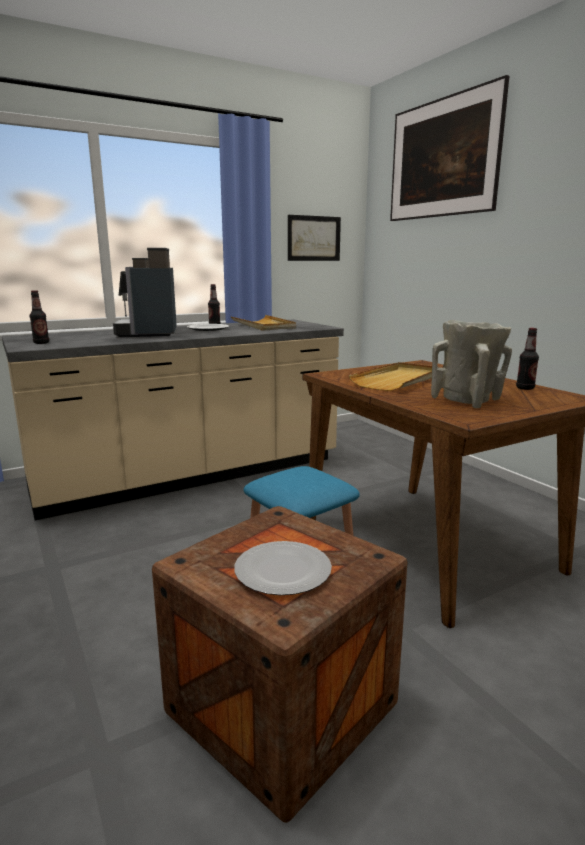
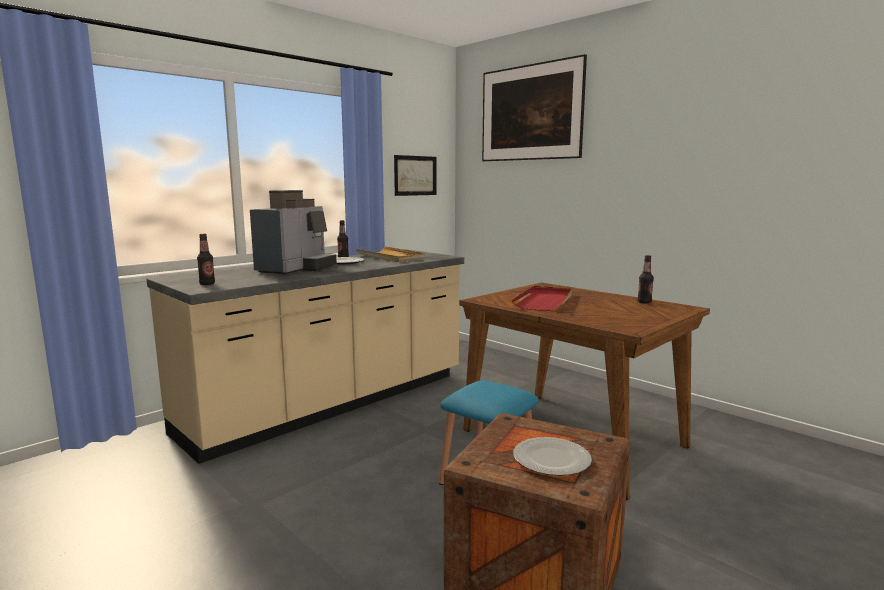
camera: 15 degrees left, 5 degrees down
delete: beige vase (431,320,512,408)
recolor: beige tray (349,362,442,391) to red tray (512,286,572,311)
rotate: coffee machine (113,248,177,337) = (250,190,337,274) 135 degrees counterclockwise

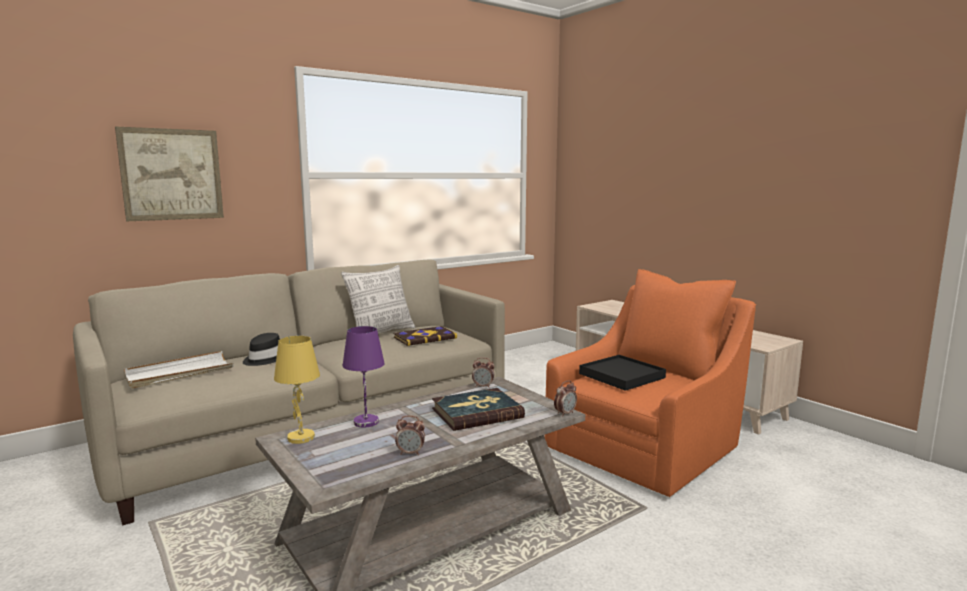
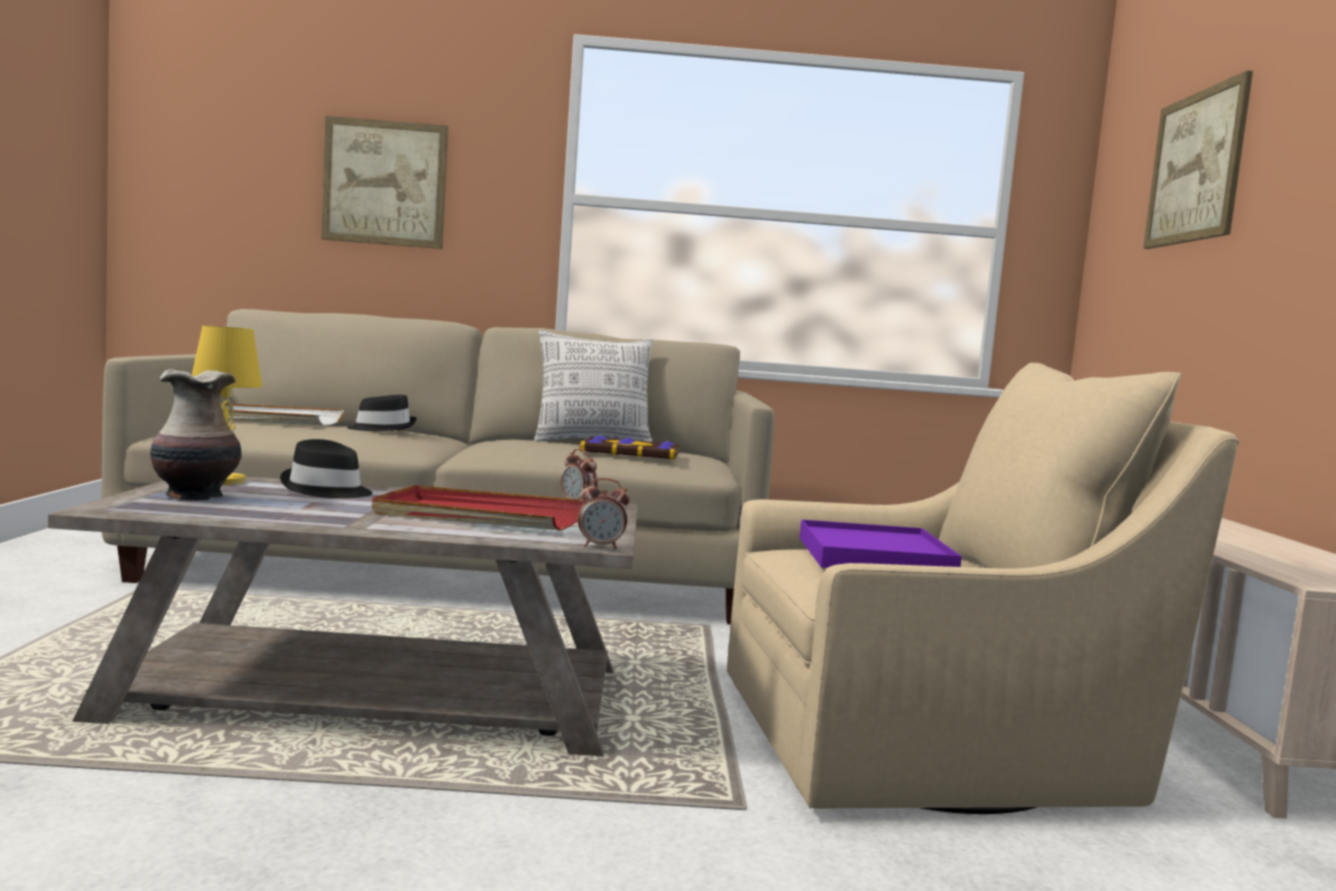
camera: 35 degrees right, 5 degrees down
delete: alarm clock (395,415,425,455)
insert: picture (1143,71,1253,249); vase (150,369,242,500)
replace: purple table lamp (342,326,385,427) to black hat (280,439,373,498); book (432,388,525,431) to red tray (372,485,584,531)
recolor: orange armchair (545,269,756,497) to beige armchair (727,363,1239,814); black tray (579,355,666,391) to purple tray (800,520,962,568)

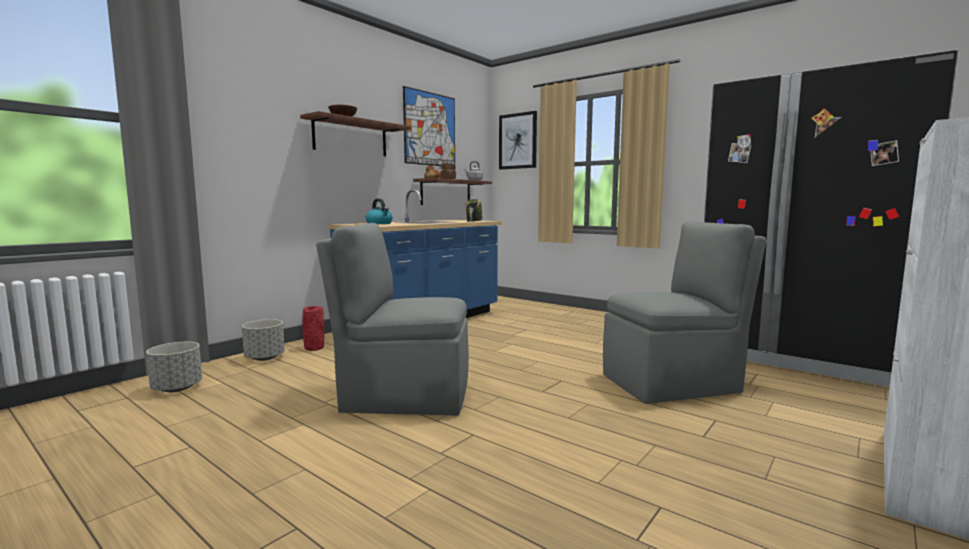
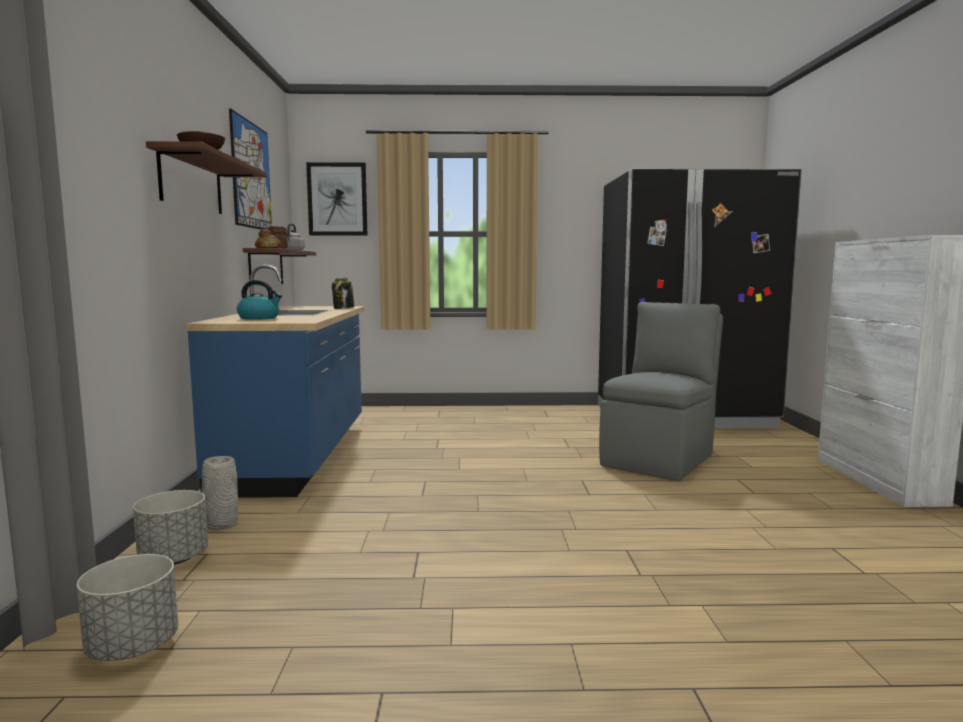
camera: 40 degrees left, 0 degrees up
delete: grey chair (316,223,469,416)
recolor: red vase (302,306,324,351) to grey vase (202,456,238,530)

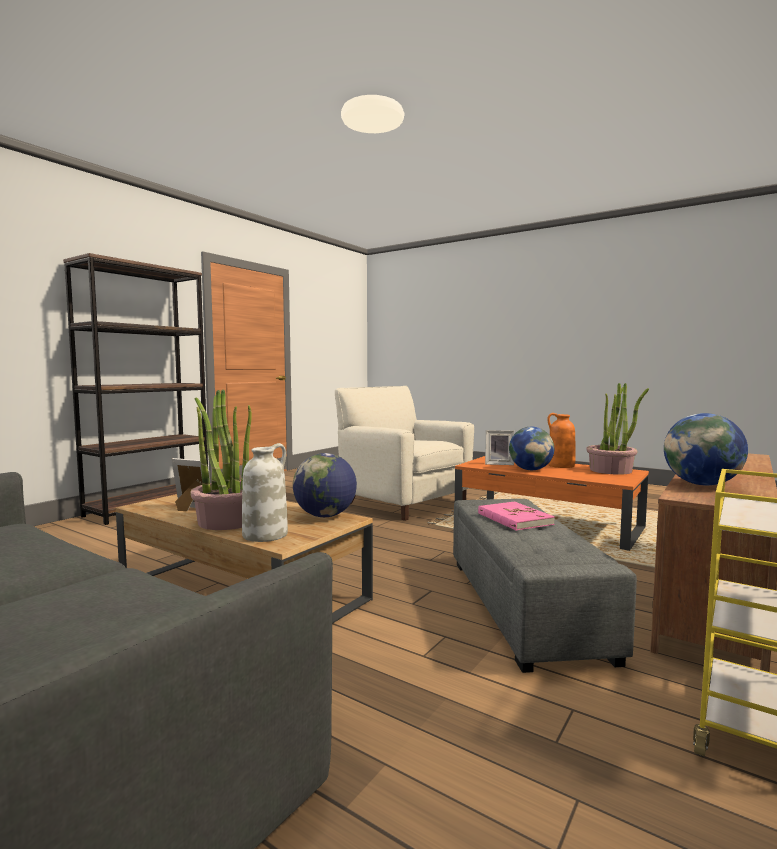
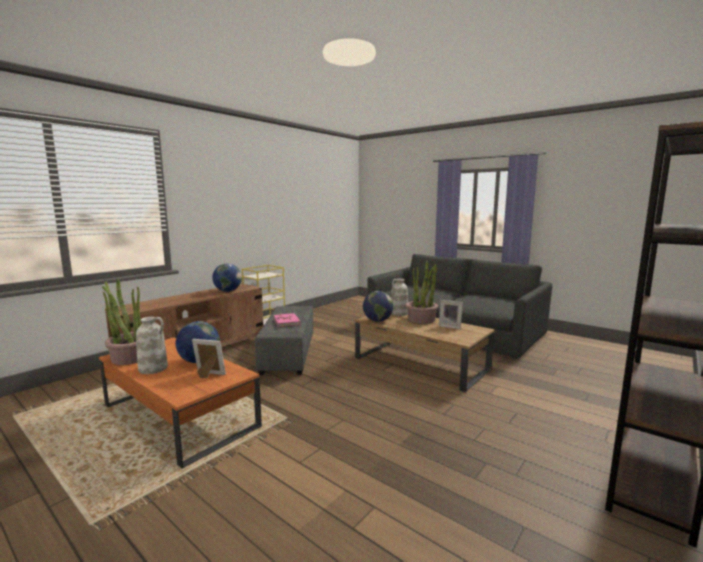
camera: 175 degrees left, 5 degrees up
delete: beige armchair (335,386,474,521)
recolor: orange vase (547,413,576,468) to white vase (136,317,168,374)

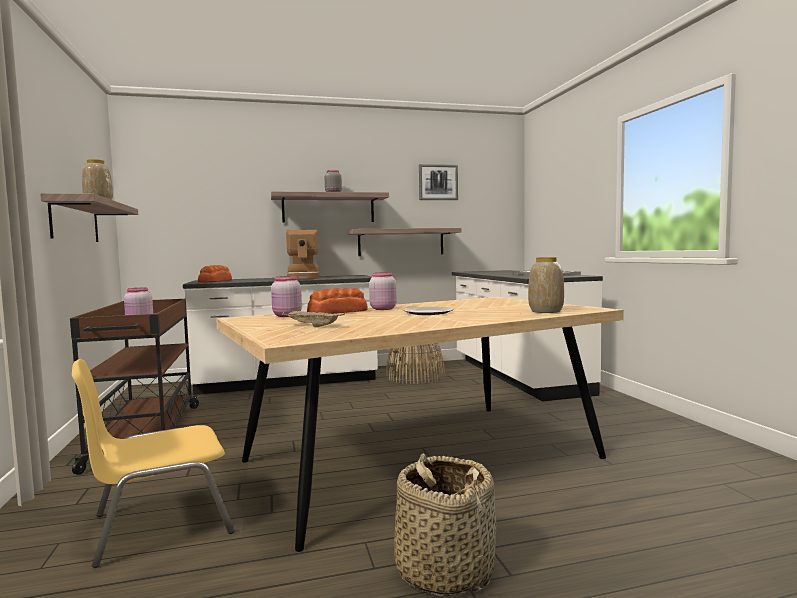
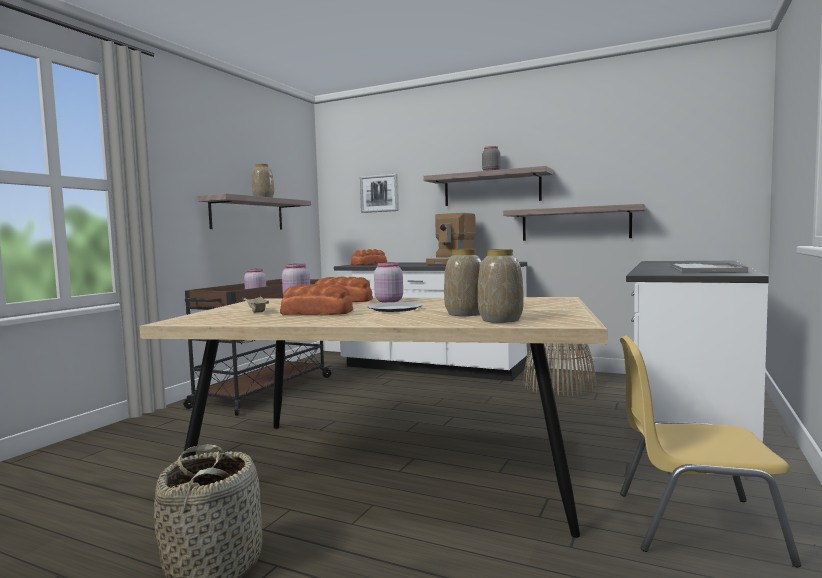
camera: 40 degrees right, 0 degrees up
insert: vase (444,249,482,316); bread (280,284,353,315)
move: picture (419,164,458,200) to (360,174,399,213); yellow chair (72,359,234,568) to (620,336,801,567)

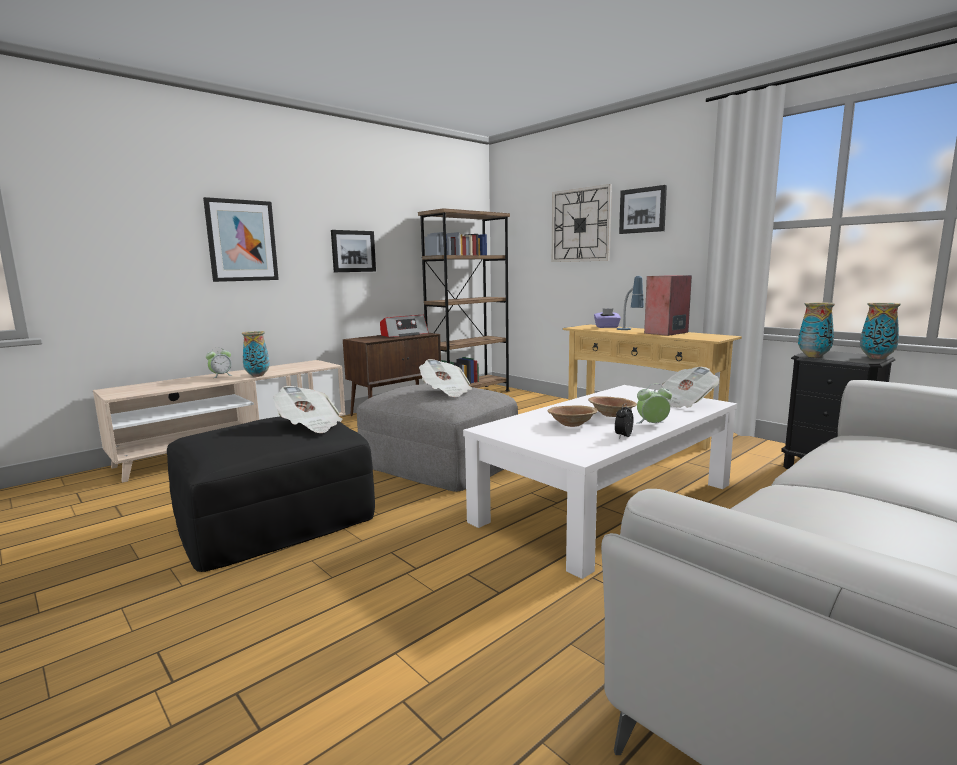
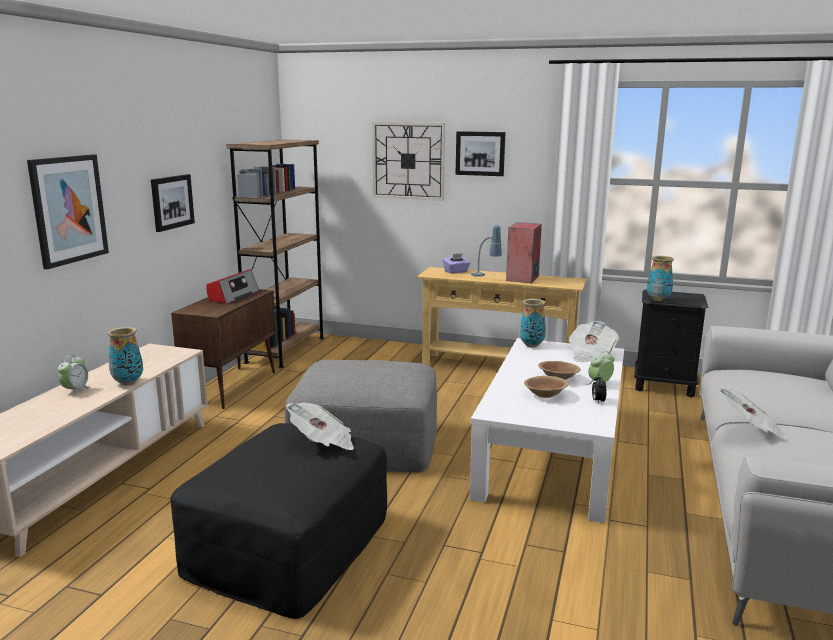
camera: 30 degrees left, 5 degrees up
move: vase (860,302,901,359) to (519,299,546,348); newspaper (419,359,472,397) to (718,388,788,439)

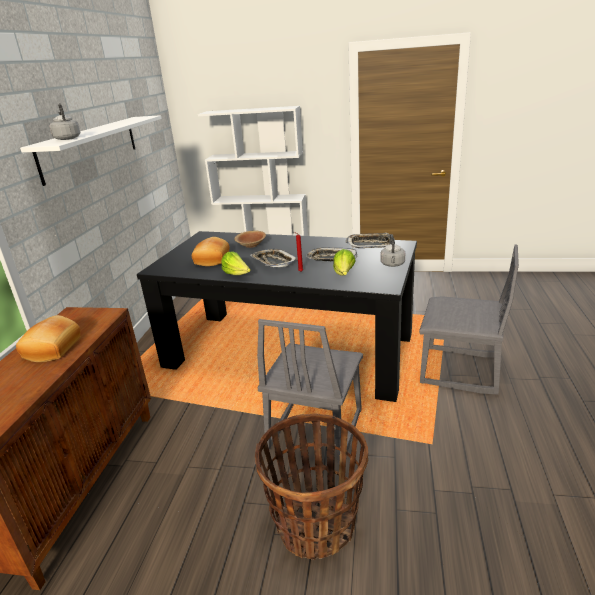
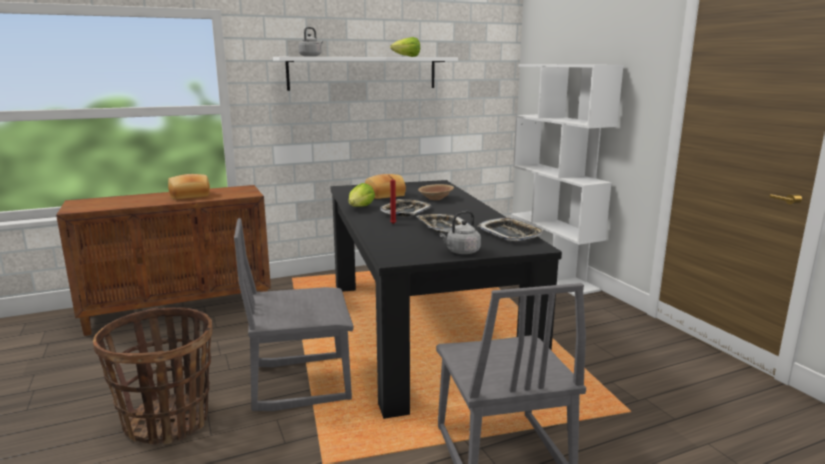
camera: 55 degrees right, 10 degrees down
move: lettuce (333,249,356,275) to (390,37,420,57)

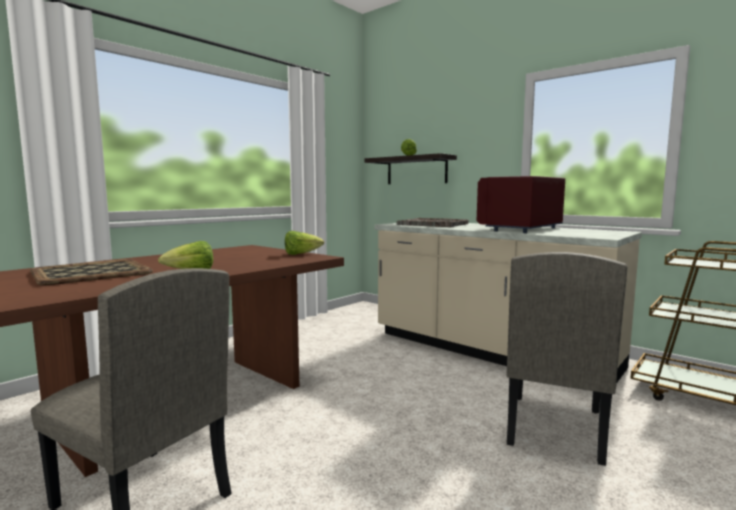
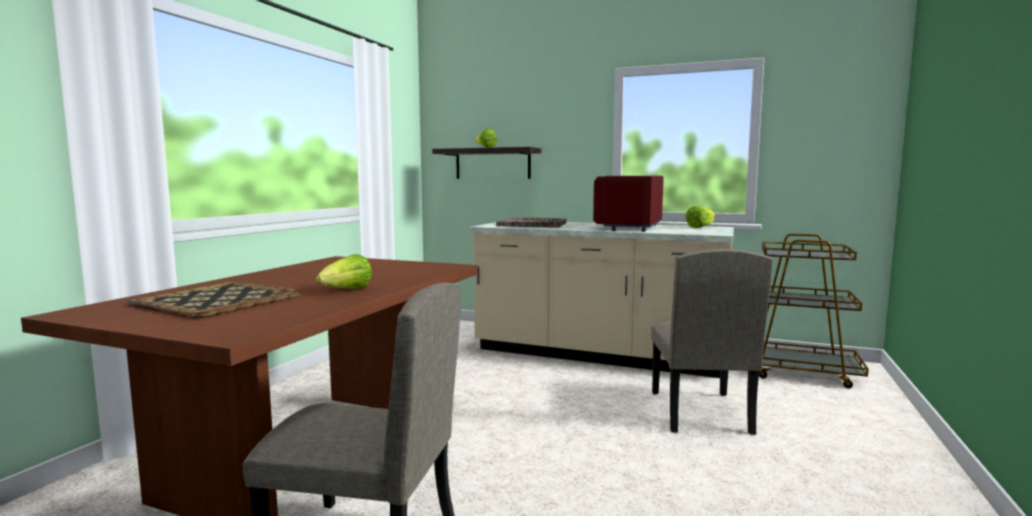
camera: 20 degrees left, 0 degrees up
move: lettuce (285,231,324,255) to (685,206,715,228)

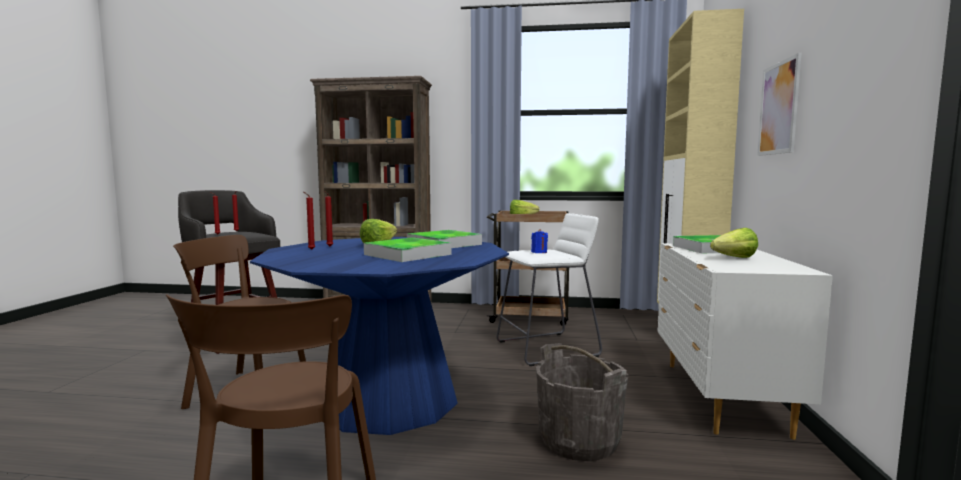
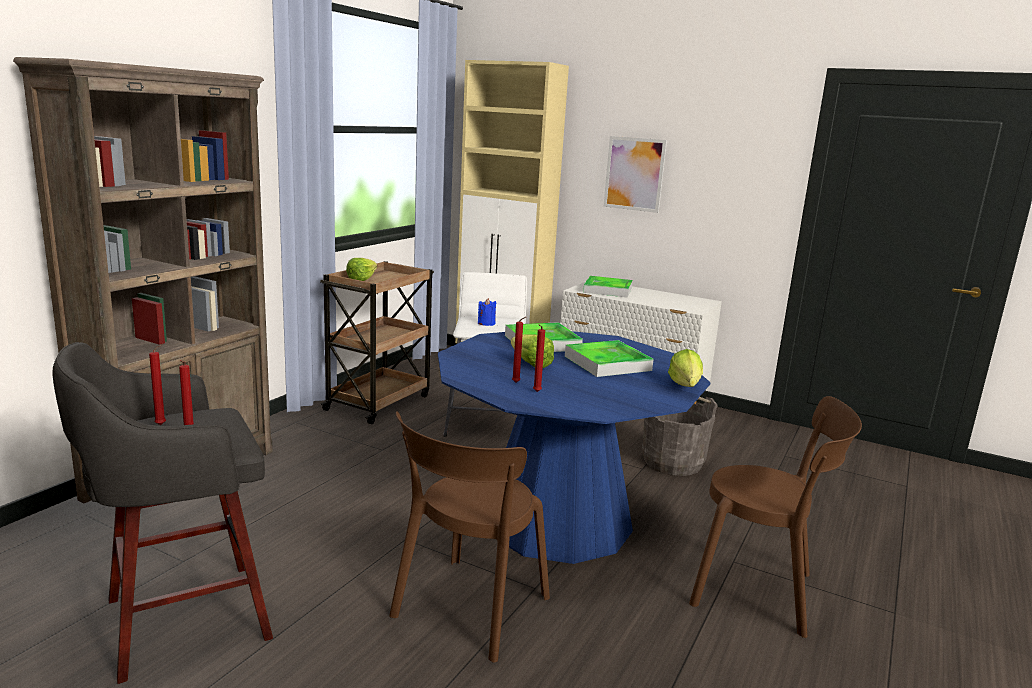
camera: 70 degrees left, 10 degrees up
move: lettuce (710,228,758,258) to (668,349,703,387)

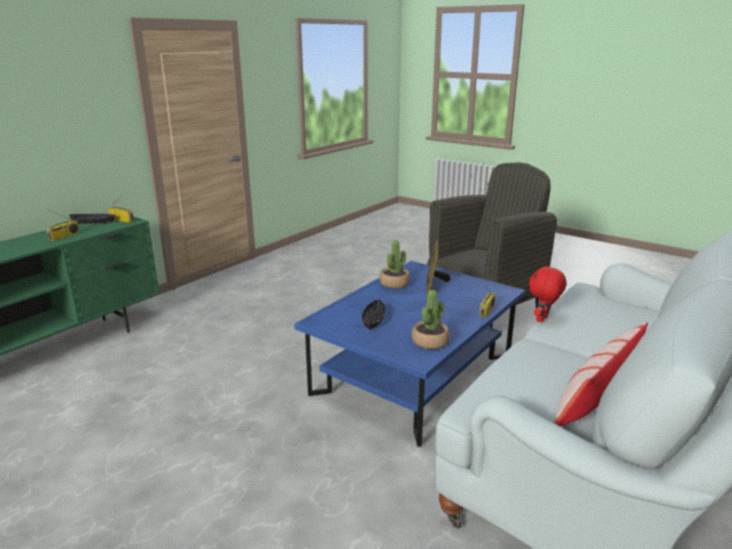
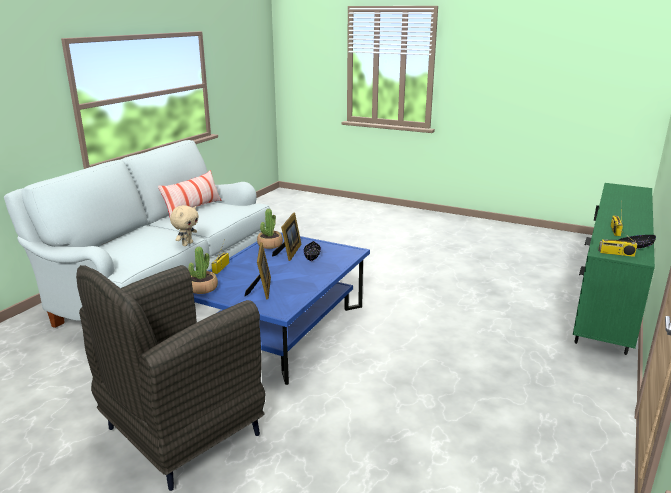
camera: 170 degrees right, 0 degrees up
insert: picture frame (272,213,302,261)
move: potted plant (380,240,410,289) to (188,247,218,294)
recolor: red plush toy (529,265,567,322) to beige plush toy (170,205,199,246)

